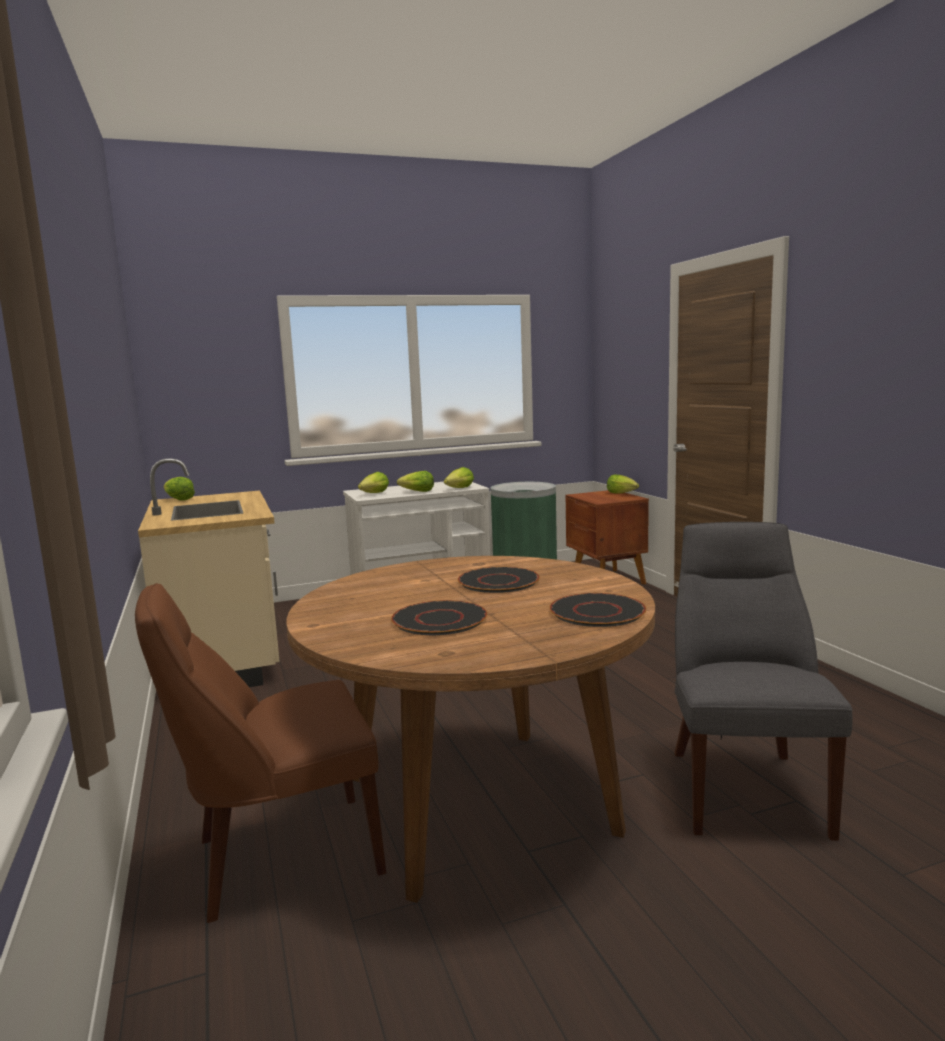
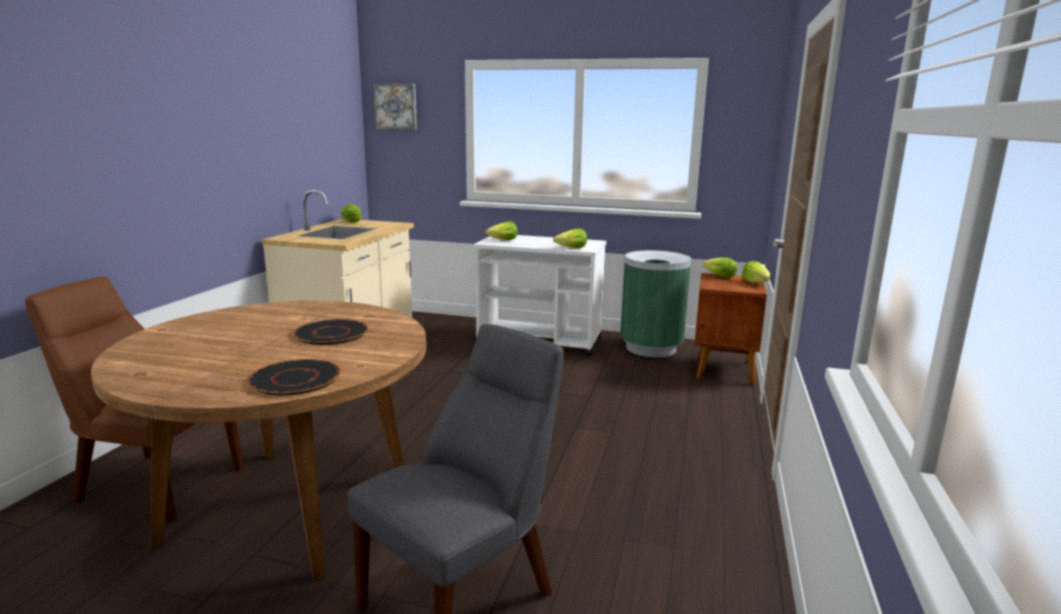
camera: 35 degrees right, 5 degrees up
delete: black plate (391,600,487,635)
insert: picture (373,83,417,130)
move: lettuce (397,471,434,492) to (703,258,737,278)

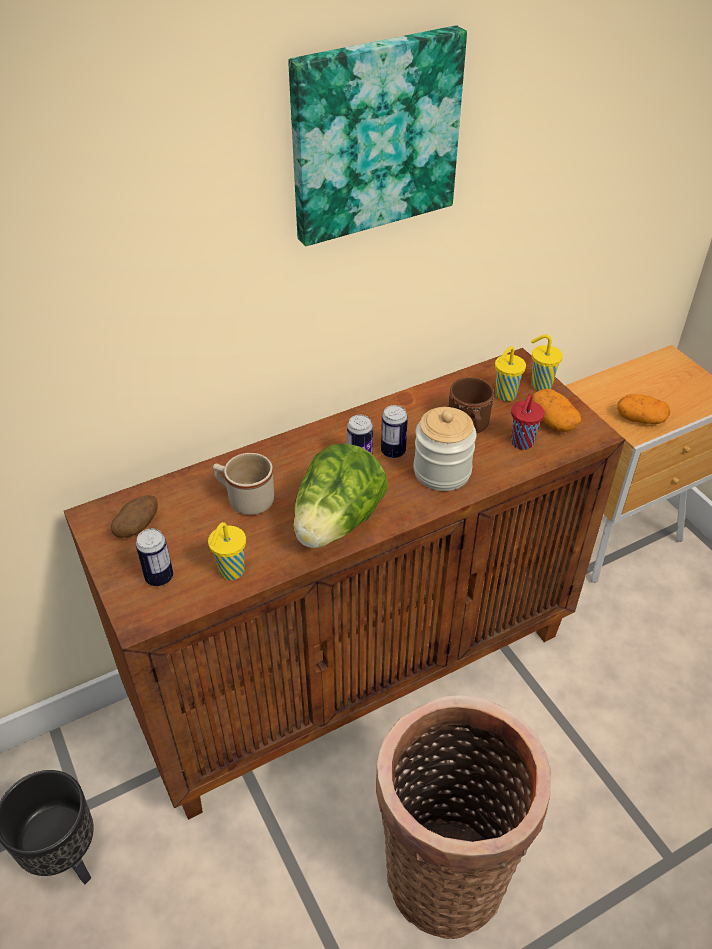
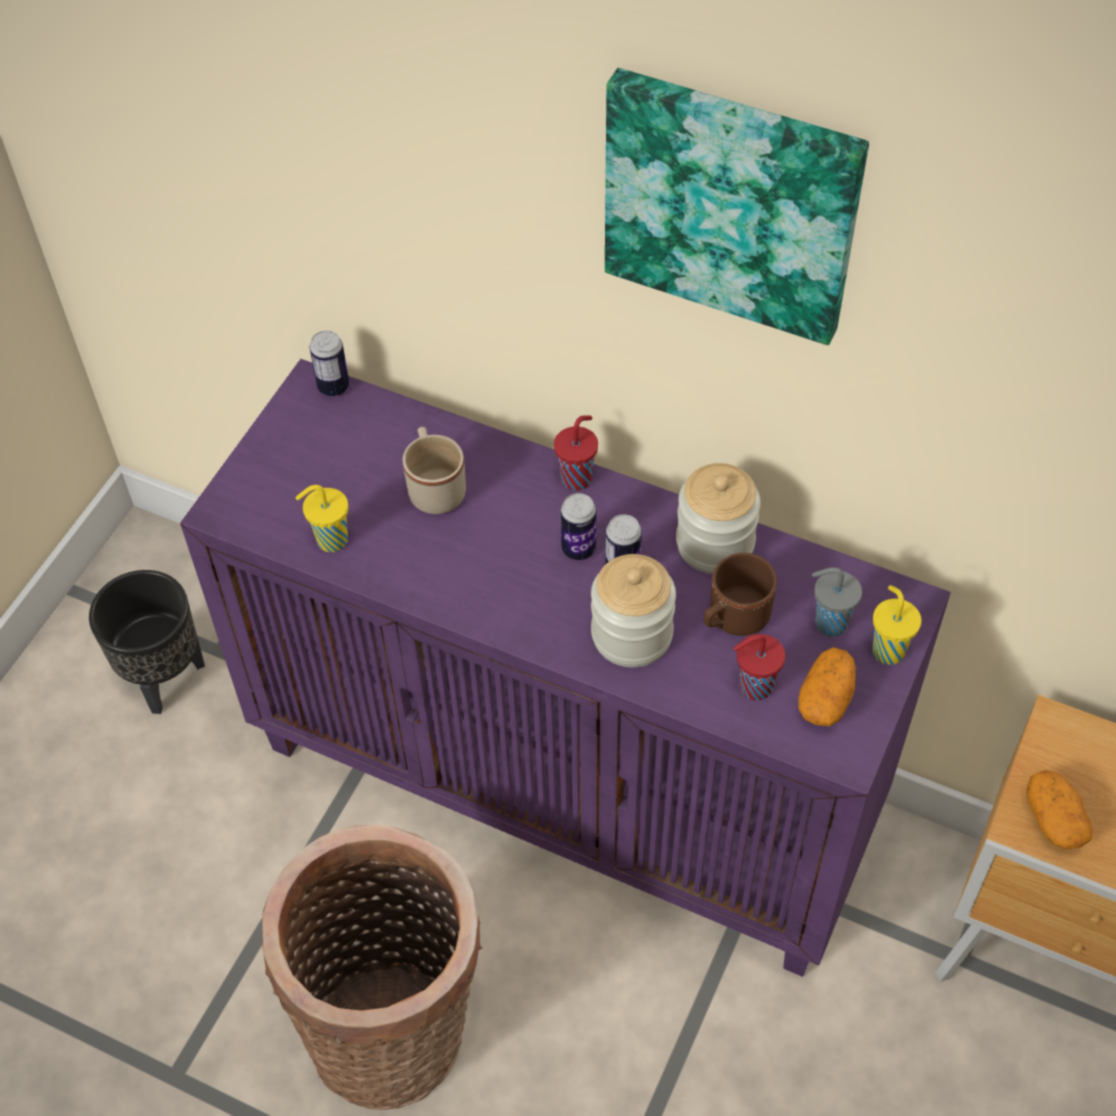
camera: 55 degrees right, 10 degrees up
delete: lettuce (293,443,388,548); potato (111,495,158,538)
insert: red cup (554,415,598,490); jar (676,463,761,574)
move: can (136,529,173,586) to (310,330,349,396)
recolor: yellow cup (495,346,526,401) to grey cup (812,567,862,637); brown cabinet (64,348,625,820) to purple cabinet (180,359,951,977)

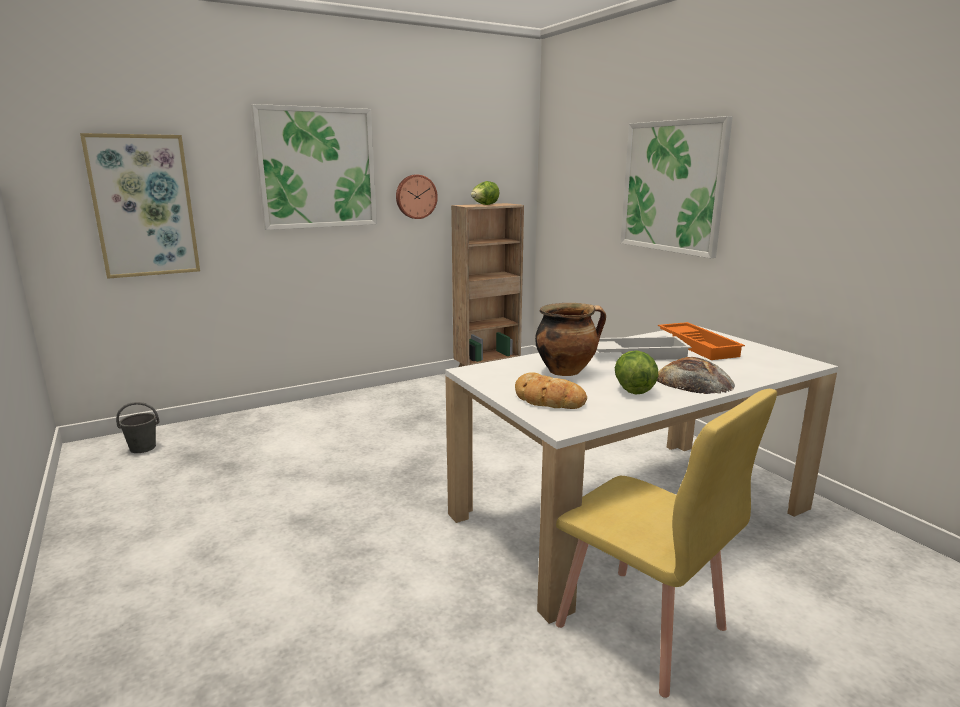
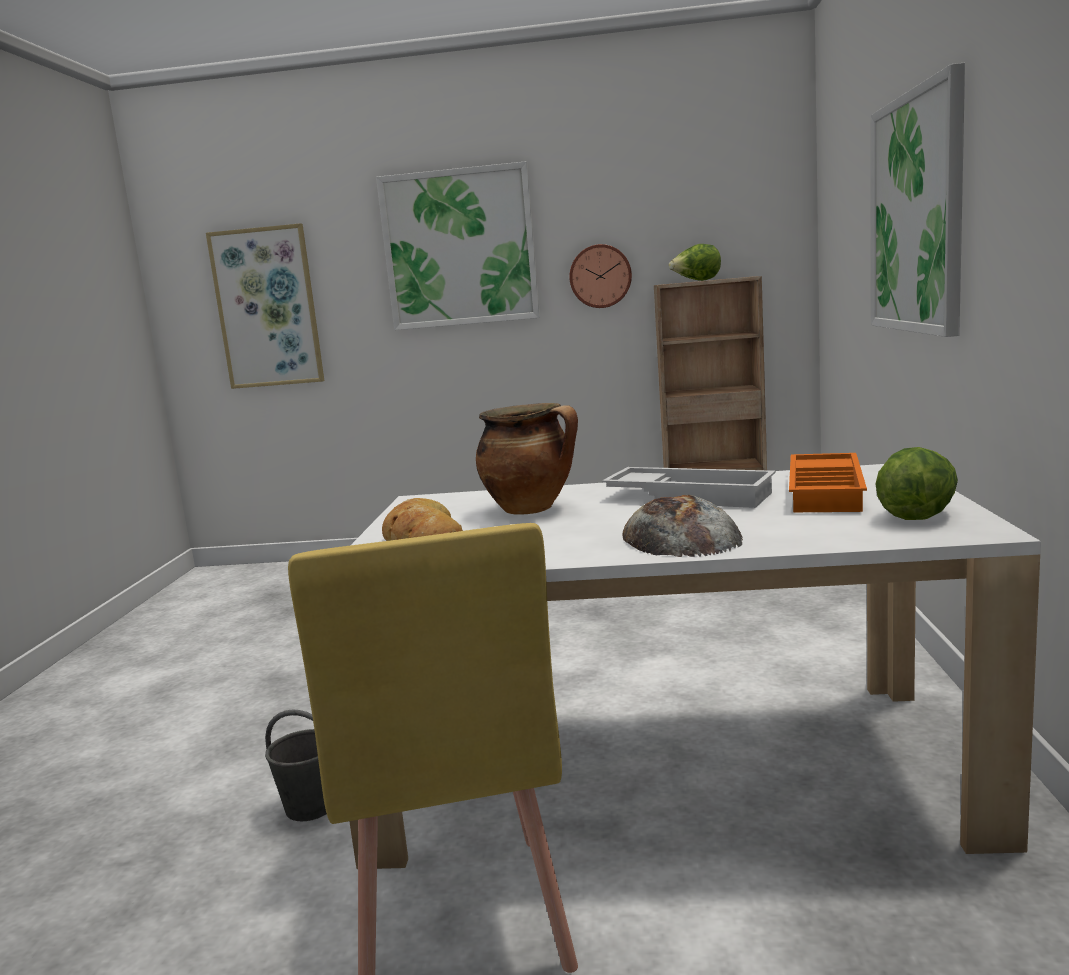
camera: 35 degrees right, 5 degrees down
move: lettuce (615,350,659,394) to (875,447,958,520); grey bucket (116,402,159,453) to (265,709,327,821)

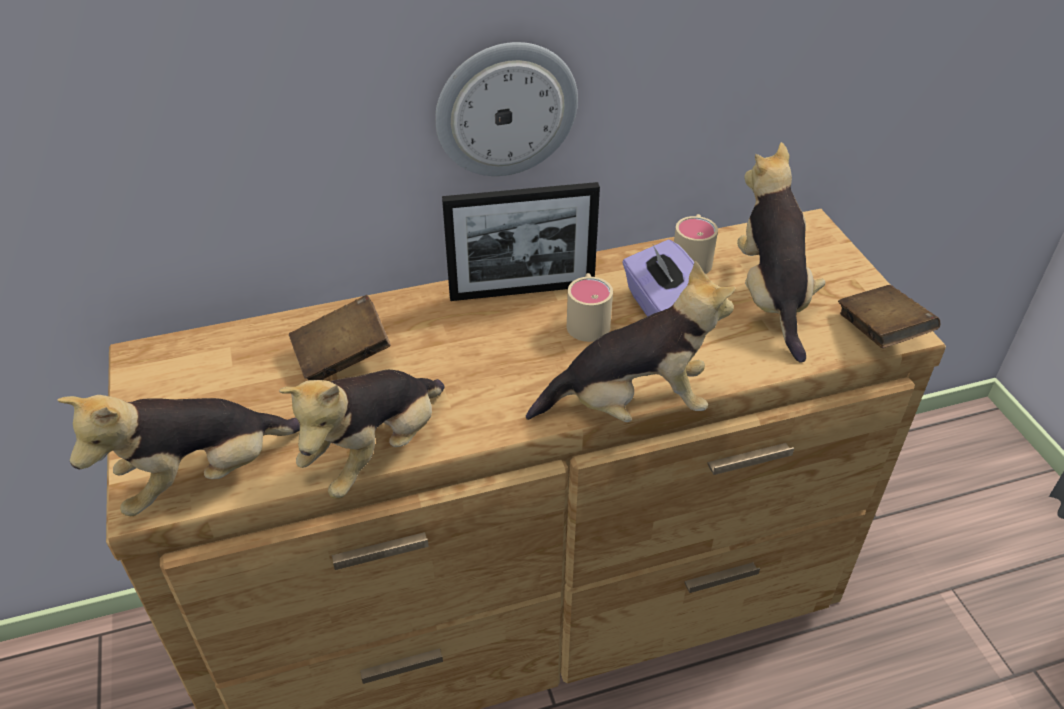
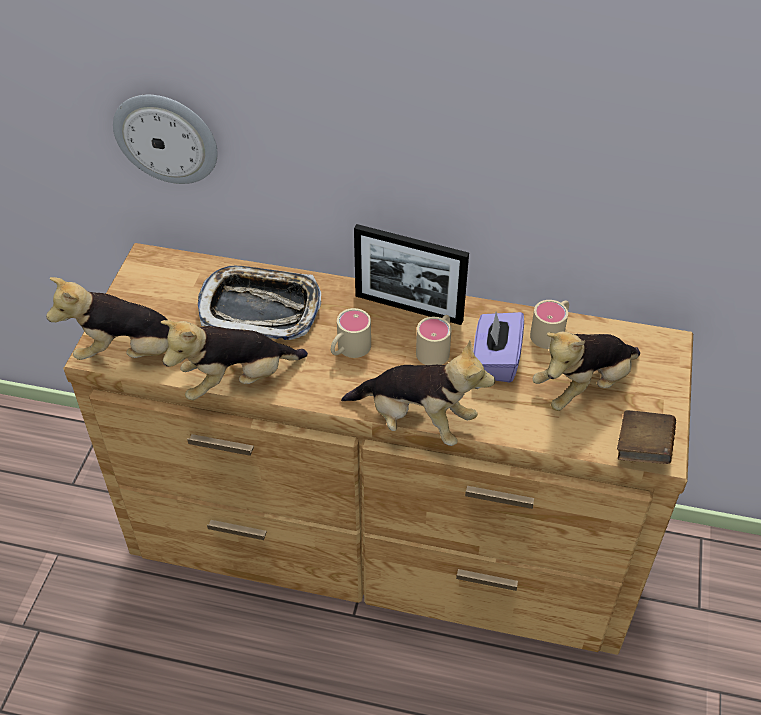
camera: 30 degrees right, 5 degrees up
insert: beige mug (331,308,371,358)
move: wall clock (435,42,578,176) to (113,95,218,184)
replace: brown book (289,295,391,380) to tray (198,266,321,340)
rotate: plush toy (737,142,826,363) = (533,332,640,411) 150 degrees counterclockwise

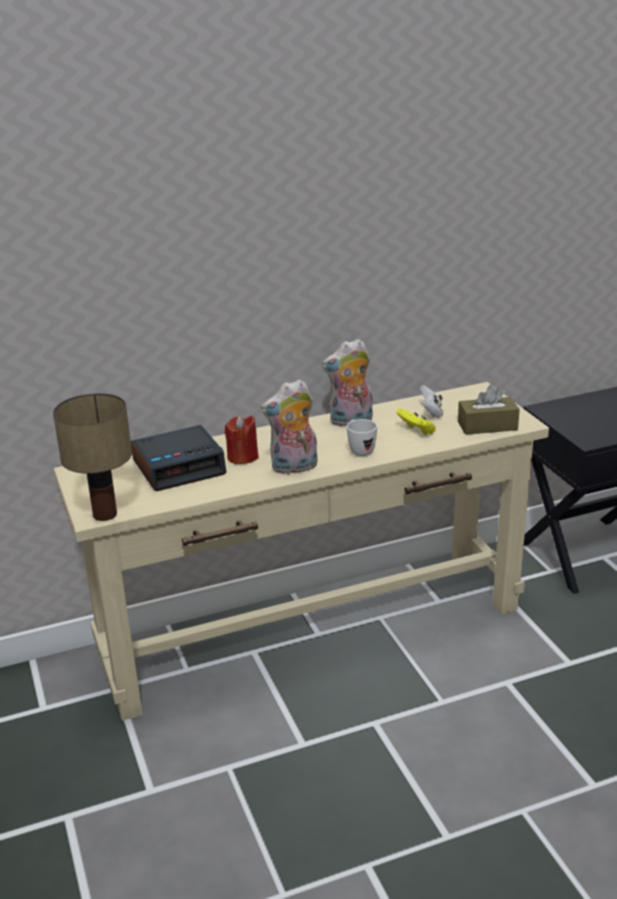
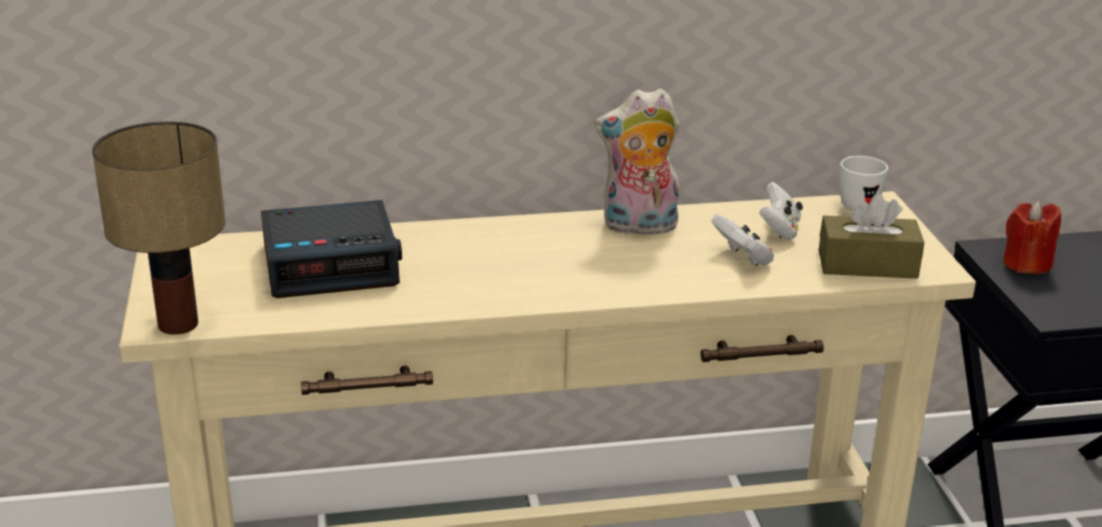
camera: 10 degrees right, 0 degrees up
delete: plush toy (261,379,318,474)
move: red candle (225,415,258,464) to (1003,201,1061,274); white mug (347,419,377,456) to (840,156,888,211)
recolor: yellow game controller (396,408,436,435) to white game controller (711,214,774,266)

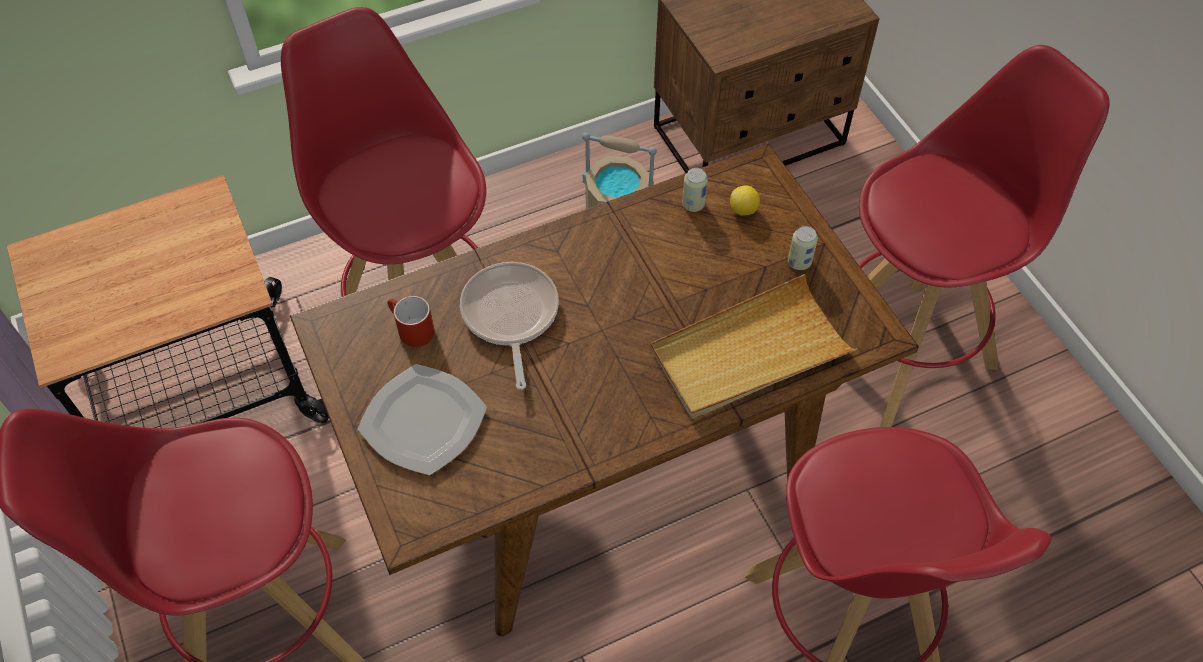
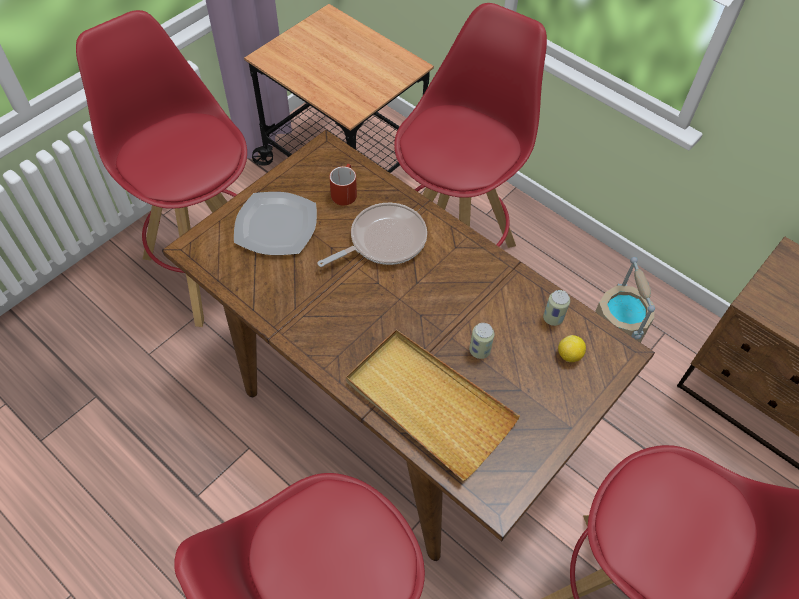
camera: 65 degrees right, 0 degrees up
move: can (788,226,818,270) to (469,323,495,359)

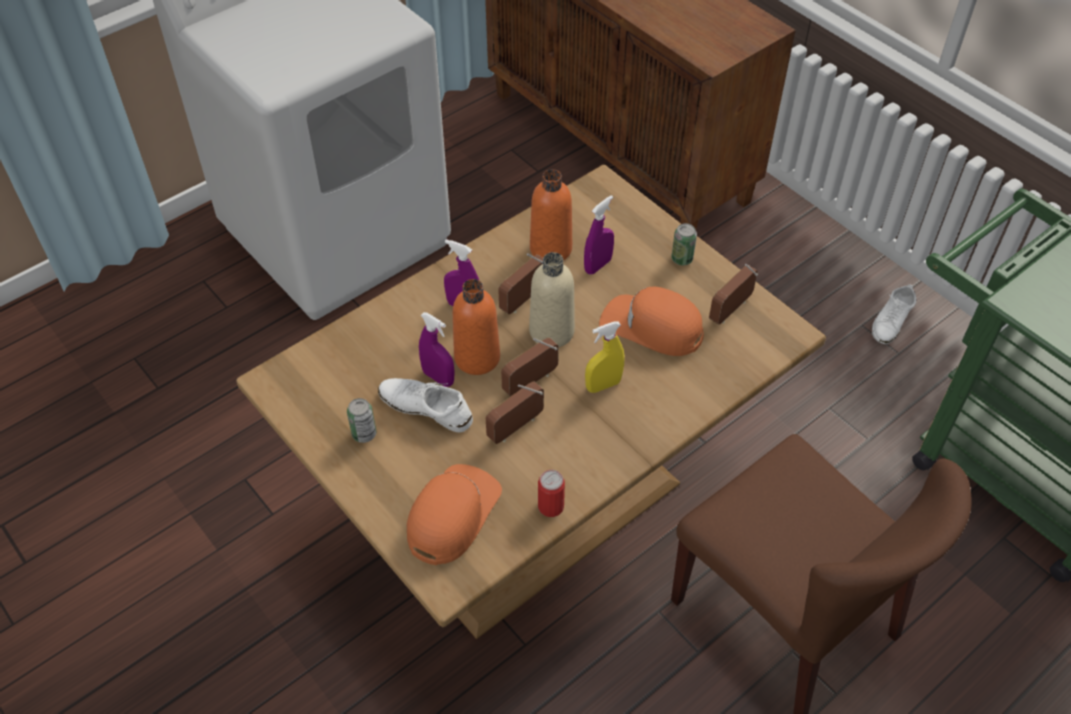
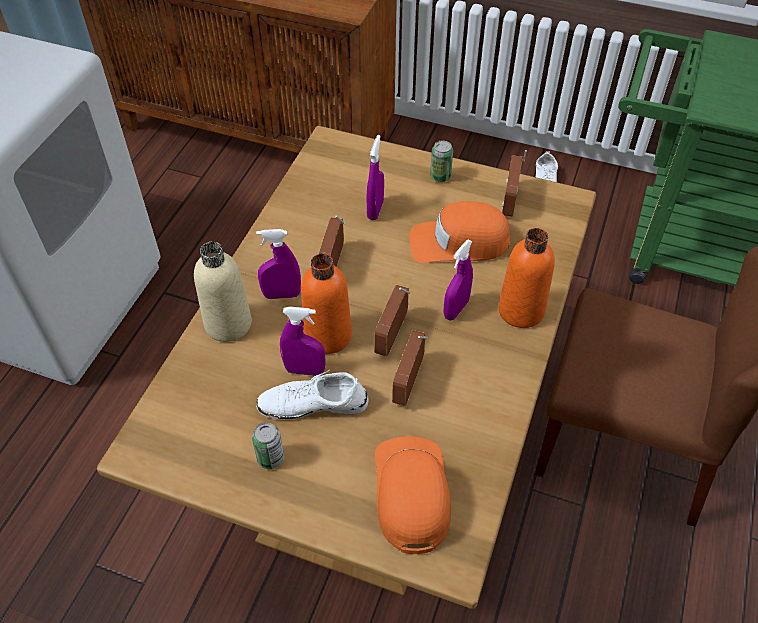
camera: 30 degrees left, 0 degrees up
delete: can (538,470,565,517)
move: orange bottle (530,169,572,261) to (498,228,555,328); beige bottle (529,252,575,347) to (194,242,252,342)
recolor: yellow spray bottle (585,321,625,393) to purple spray bottle (444,239,473,320)

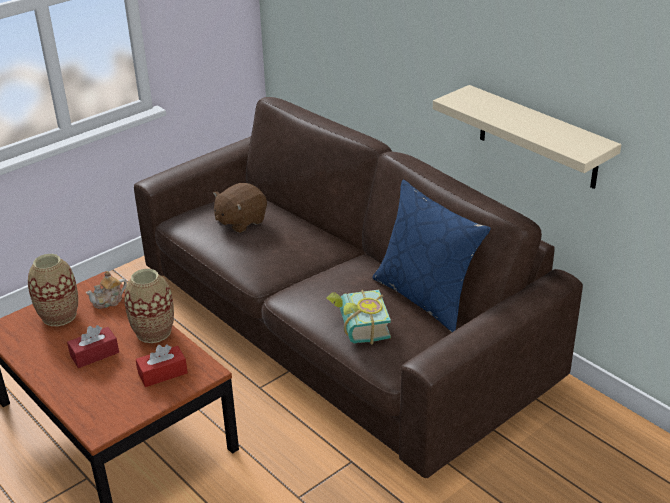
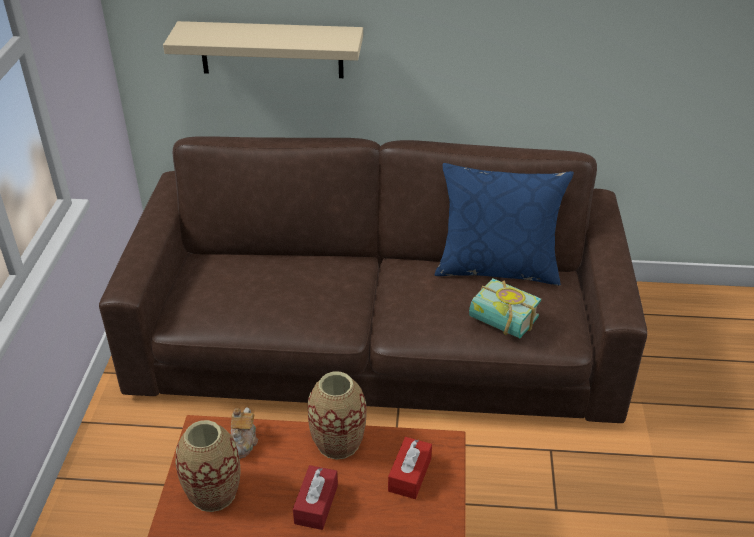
camera: 45 degrees left, 5 degrees up
delete: brown plush toy (213,183,267,233)
move: beige shelf (433,85,621,189) to (163,21,363,78)

